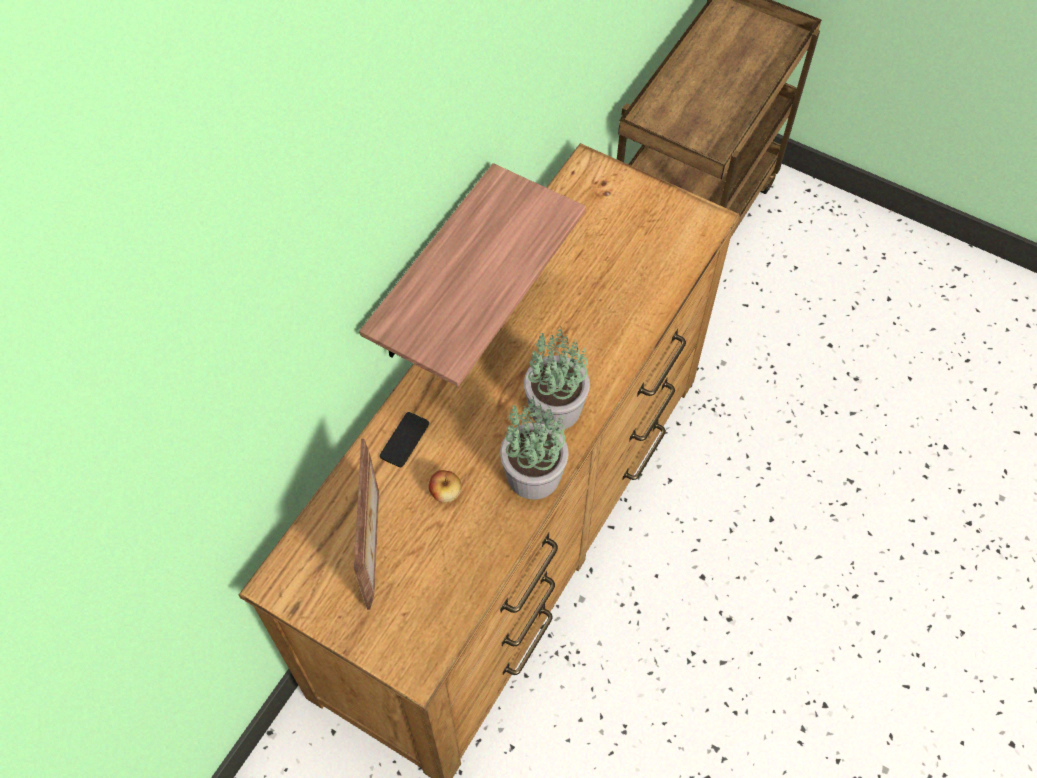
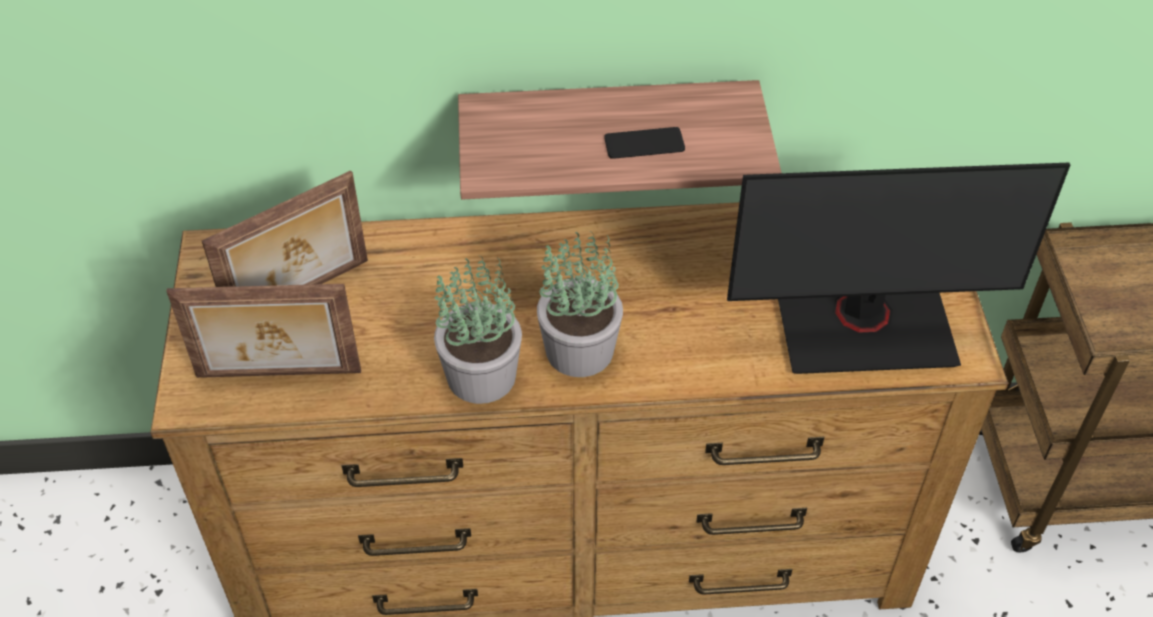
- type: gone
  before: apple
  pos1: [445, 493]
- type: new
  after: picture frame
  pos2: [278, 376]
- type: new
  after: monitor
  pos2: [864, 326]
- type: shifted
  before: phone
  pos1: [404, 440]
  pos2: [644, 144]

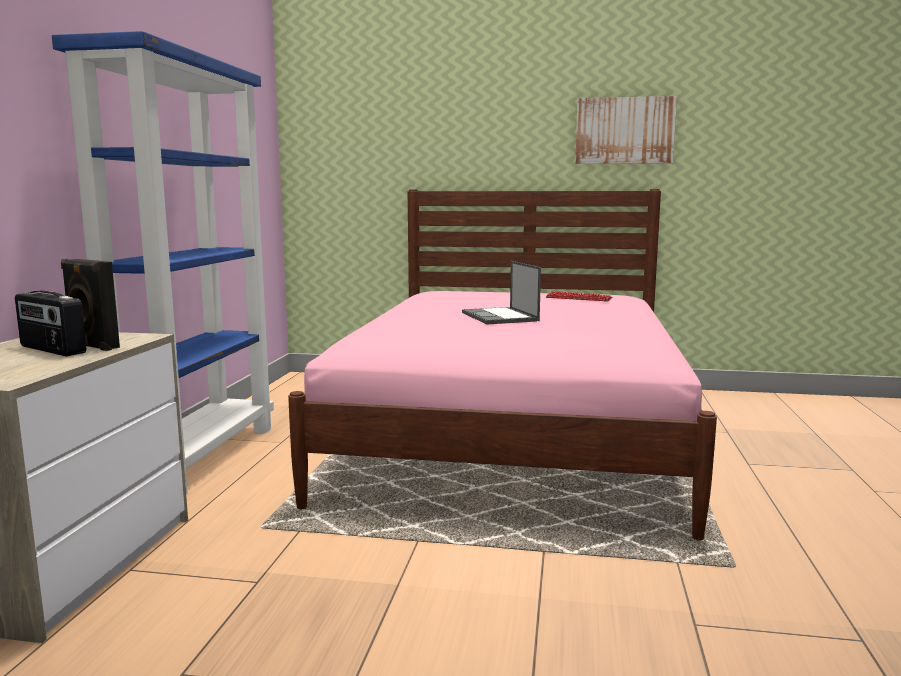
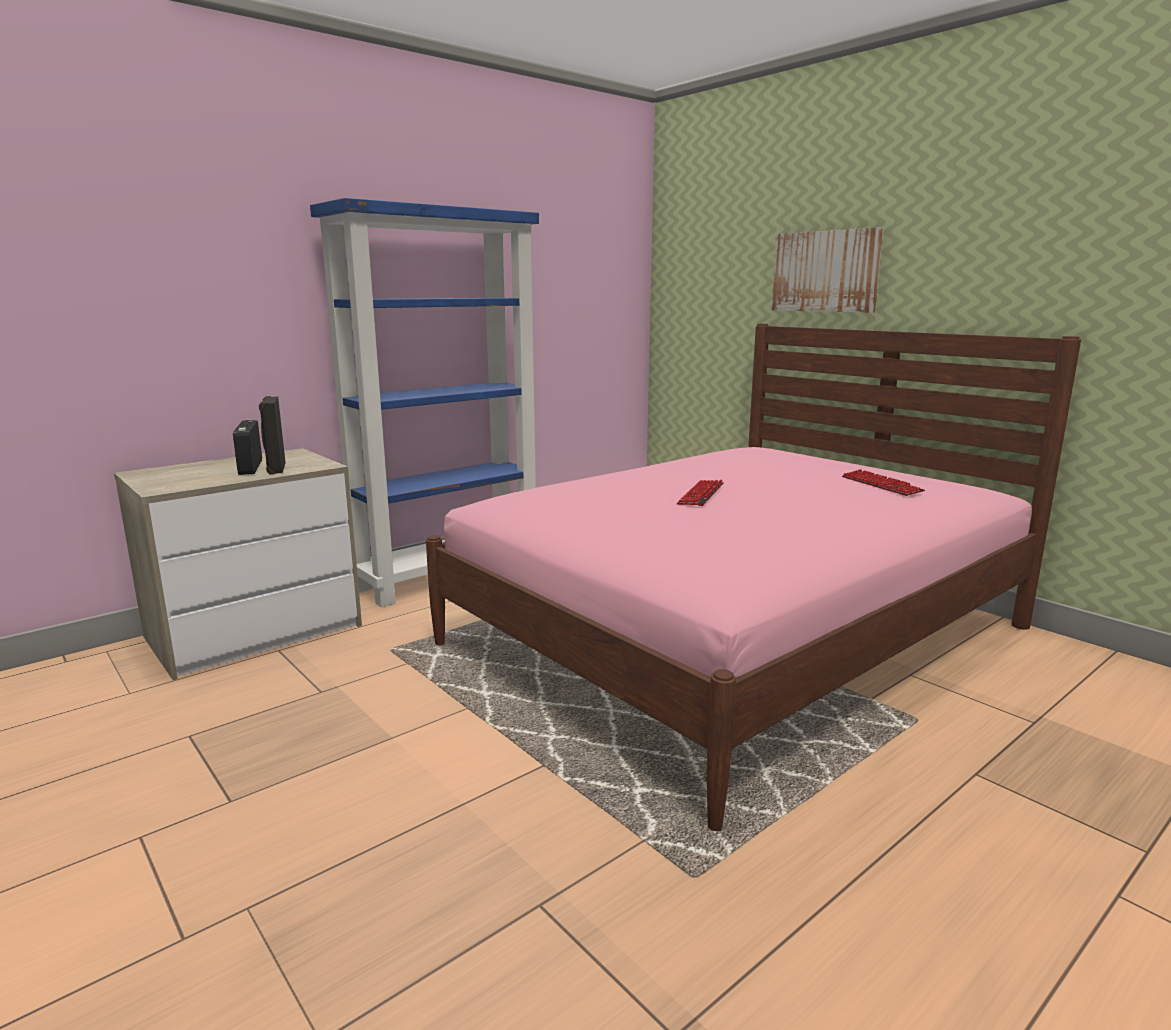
- type: shifted
  before: picture
  pos1: [624, 131]
  pos2: [825, 271]
- type: swapped
  before: laptop
  after: keyboard
  pos1: [500, 317]
  pos2: [701, 495]

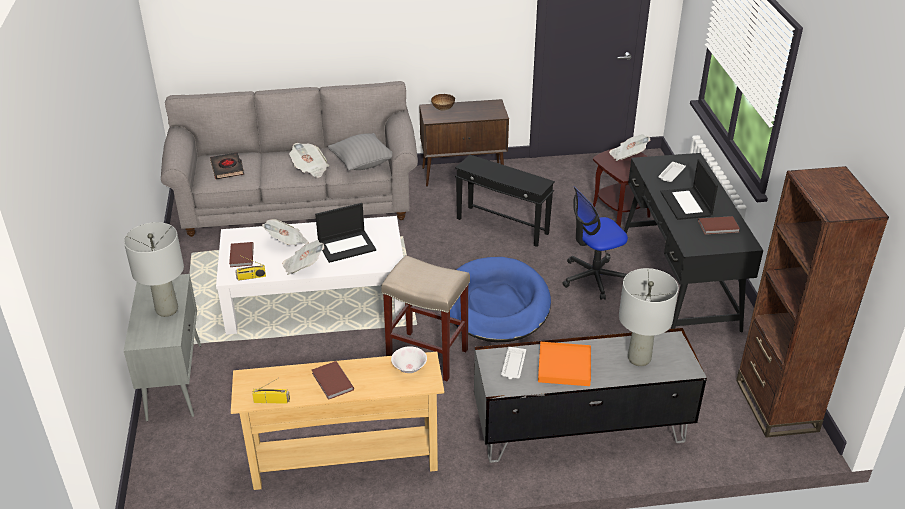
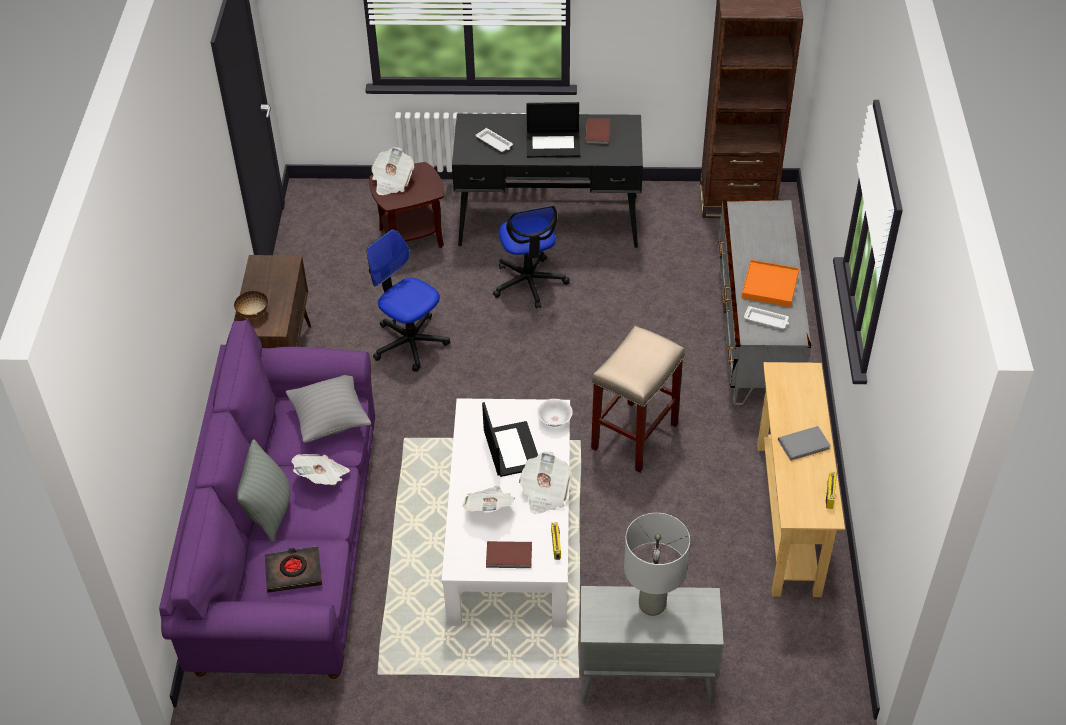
- type: gone
  before: dog bed (blue)
  pos1: [496, 304]
- type: gone
  before: table lamp (grey)
  pos1: [638, 358]
- type: new
  after: pillow (grey)
  pos2: [269, 512]
- type: shifted
  before: bowl (white)
  pos1: [409, 368]
  pos2: [554, 420]
- type: swapped
  before: side table (black)
  after: office chair
  pos1: [502, 226]
  pos2: [410, 342]
- type: repainted
  before: sofa (grey)
  after: sofa (purple)
  pos1: [297, 203]
  pos2: [289, 547]
- type: repainted
  before: book (brown)
  after: book (grey)
  pos1: [332, 382]
  pos2: [805, 445]

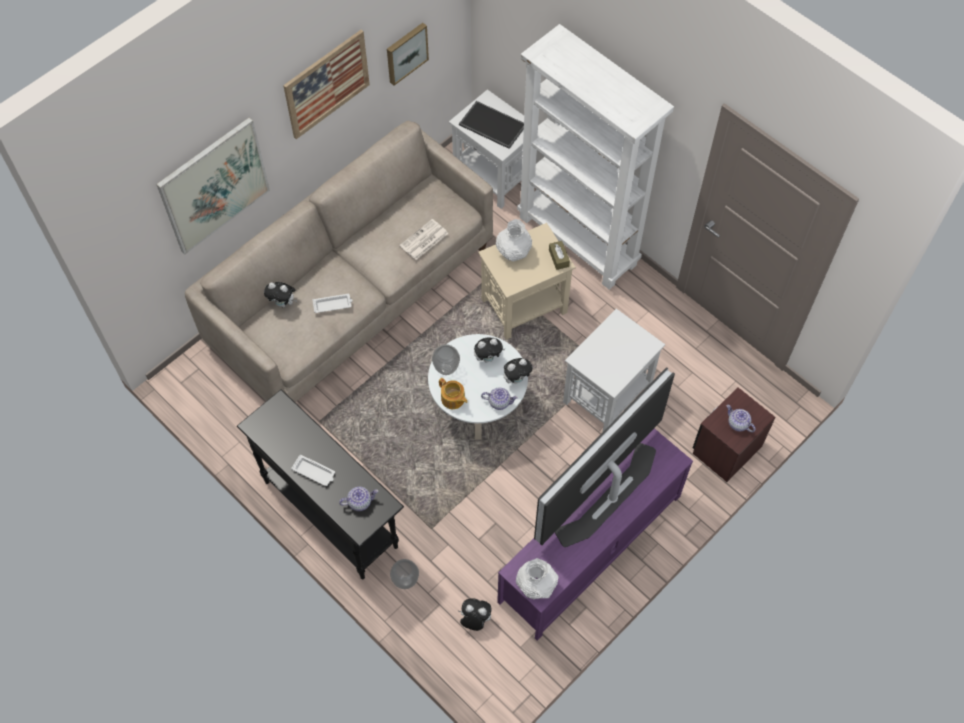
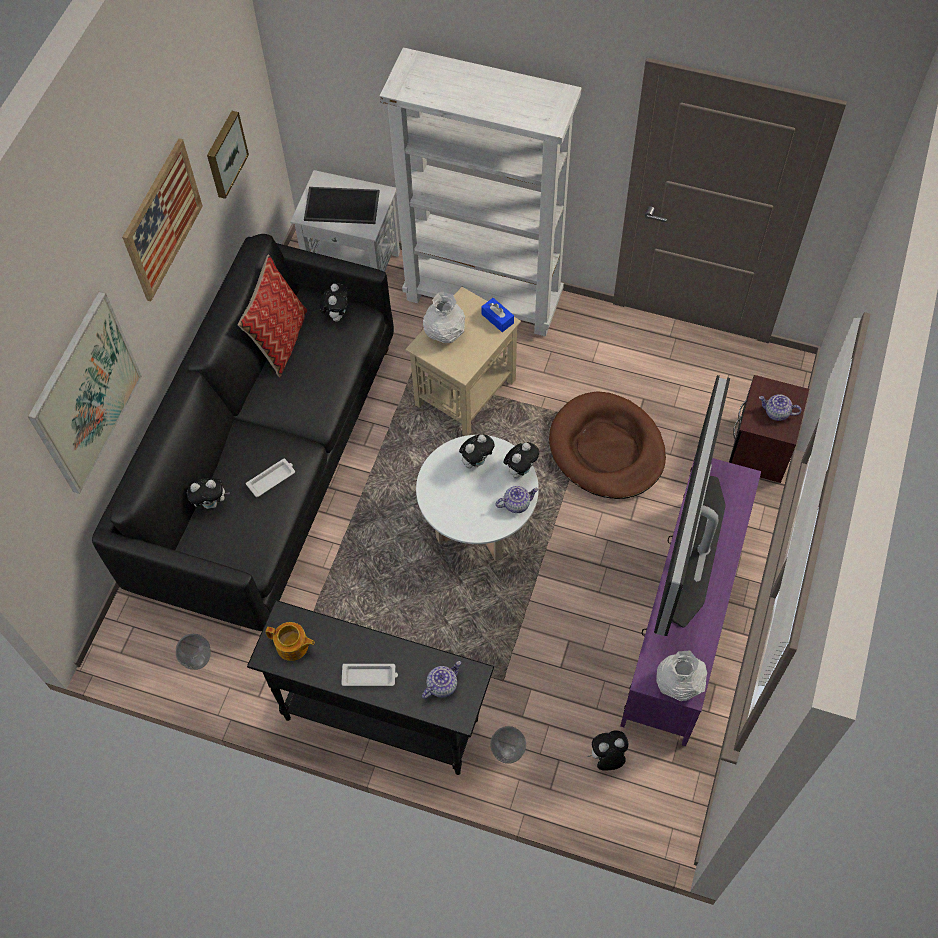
- type: gone
  before: newspaper
  pos1: [423, 240]
- type: new
  after: pillow
  pos2: [280, 340]
- type: new
  after: plush toy
  pos2: [336, 314]
- type: shifted
  before: vase
  pos1: [446, 369]
  pos2: [198, 660]
- type: shifted
  before: teapot
  pos1: [453, 399]
  pos2: [293, 646]
- type: swapped
  before: side table (white)
  after: dog bed (brown)
  pos1: [606, 395]
  pos2: [606, 449]
- type: repainted
  before: sofa (beige)
  after: sofa (black)
  pos1: [352, 294]
  pos2: [267, 463]
- type: repainted
  before: tissue box (brown)
  after: tissue box (blue)
  pos1: [558, 258]
  pos2: [497, 318]

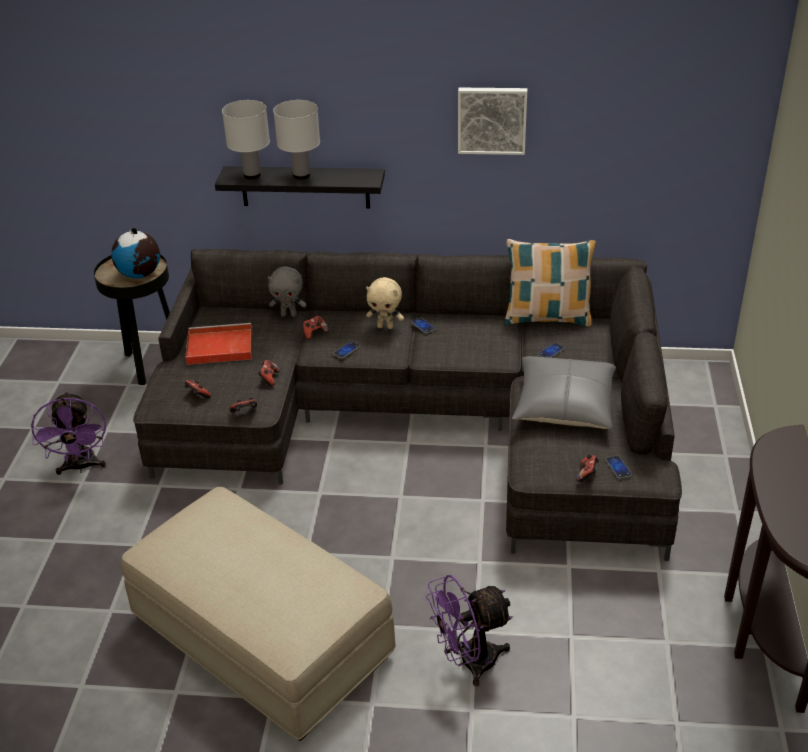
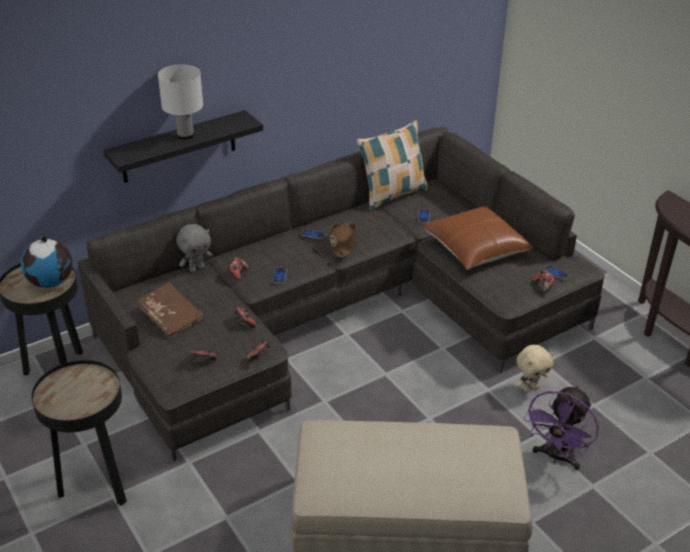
- type: gone
  before: table lamp (white)
  pos1: [251, 175]
- type: gone
  before: picture
  pos1: [492, 119]
- type: new
  after: hat (brown)
  pos2: [343, 243]
- type: shifted
  before: plush toy (beige)
  pos1: [386, 326]
  pos2: [530, 388]
- type: swapped
  before: fan (purple)
  after: side table (black)
  pos1: [81, 467]
  pos2: [97, 485]
- type: swapped
  before: tray (red)
  after: book (brown)
  pos1: [218, 347]
  pos2: [171, 317]
- type: repainted
  before: pillow (grey)
  after: pillow (brown)
  pos1: [564, 405]
  pos2: [475, 248]

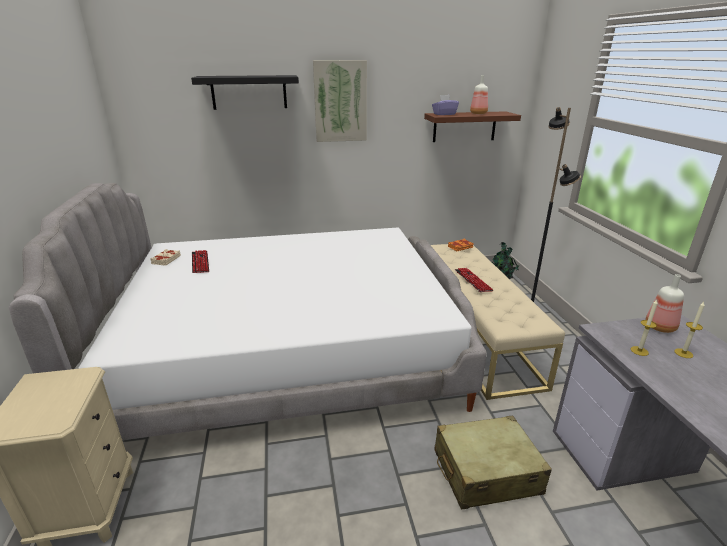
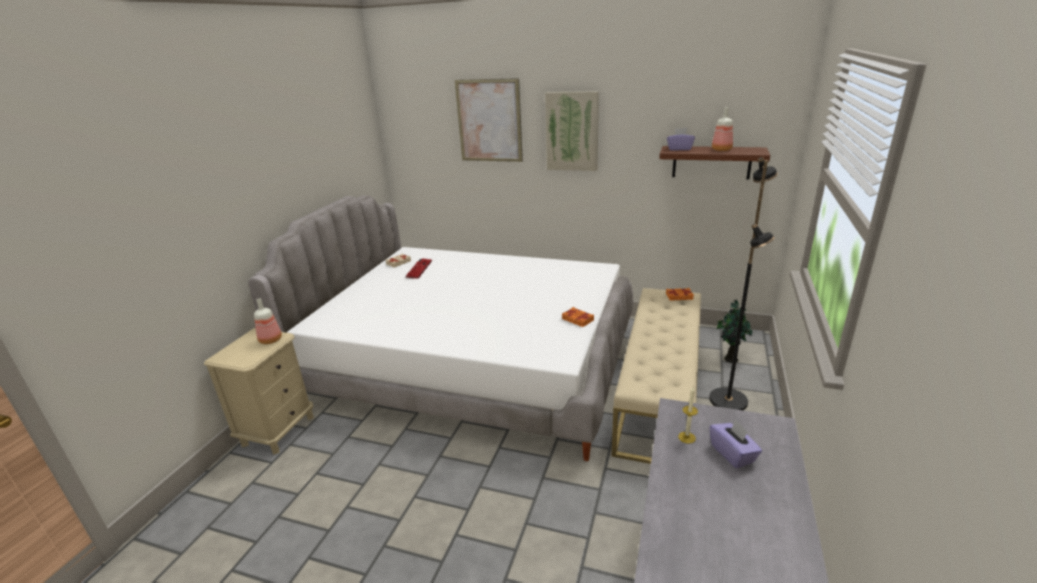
- type: gone
  before: suitcase (beige)
  pos1: [486, 472]
- type: gone
  before: keyboard
  pos1: [473, 281]
- type: new
  after: book (orange)
  pos2: [577, 320]
- type: shifted
  before: bottle
  pos1: [660, 327]
  pos2: [271, 340]
- type: swapped
  before: shelf (black)
  after: picture
  pos1: [249, 92]
  pos2: [489, 121]
- type: swapped
  before: candle
  after: tissue box (purple)
  pos1: [683, 353]
  pos2: [733, 454]

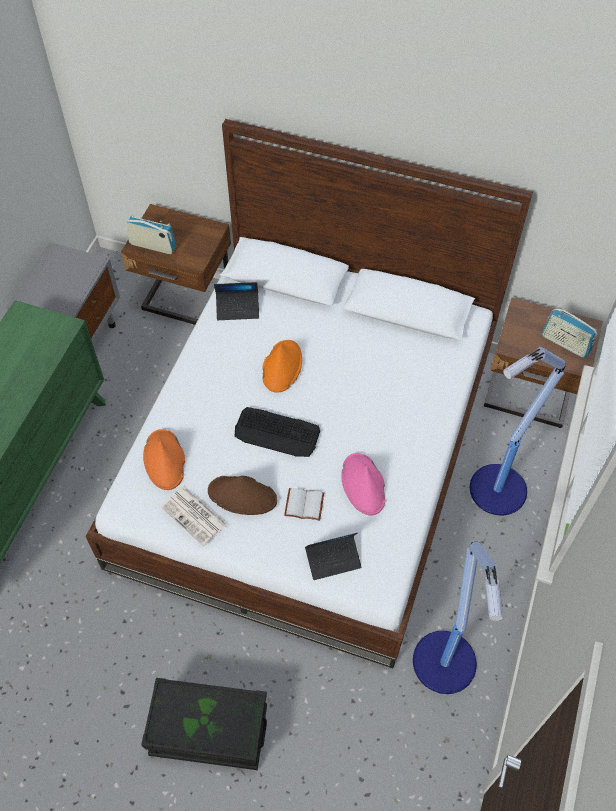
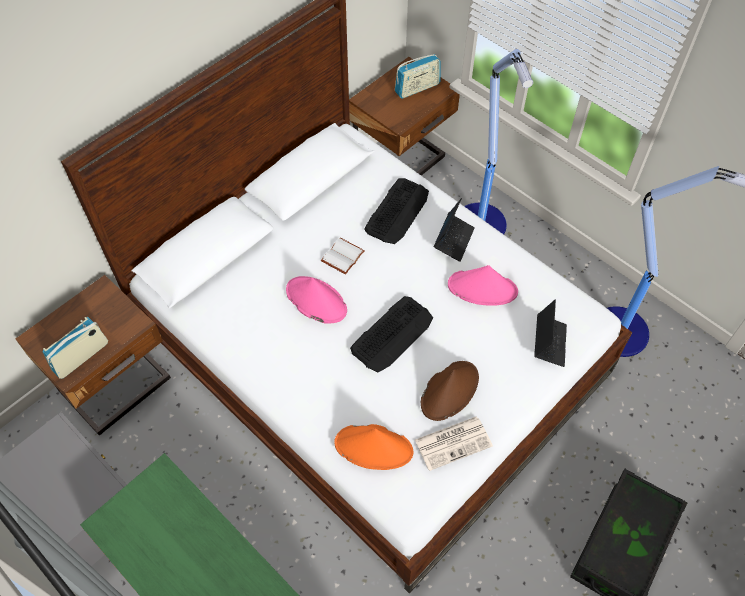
- type: new
  after: keyboard
  pos2: [397, 211]
- type: shifted
  before: laptop
  pos1: [238, 309]
  pos2: [453, 240]
- type: shifted
  before: book (white)
  pos1: [303, 505]
  pos2: [343, 257]
- type: repainted
  before: hat (orange)
  after: hat (pink)
  pos1: [282, 366]
  pos2: [316, 300]

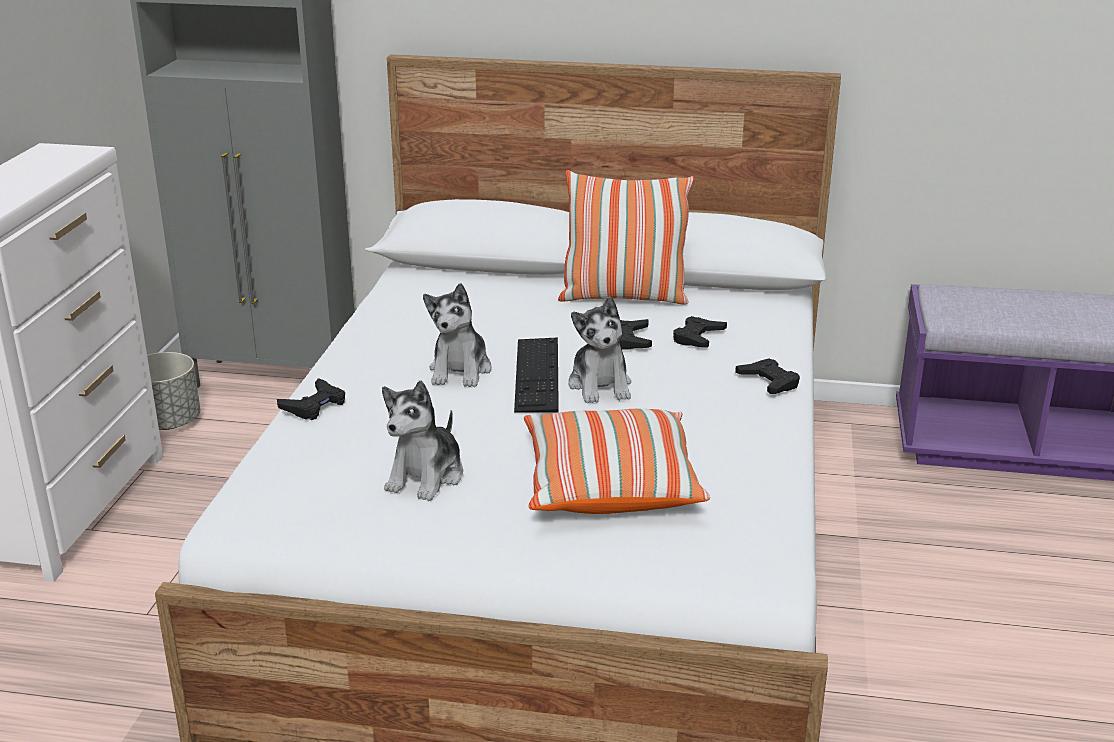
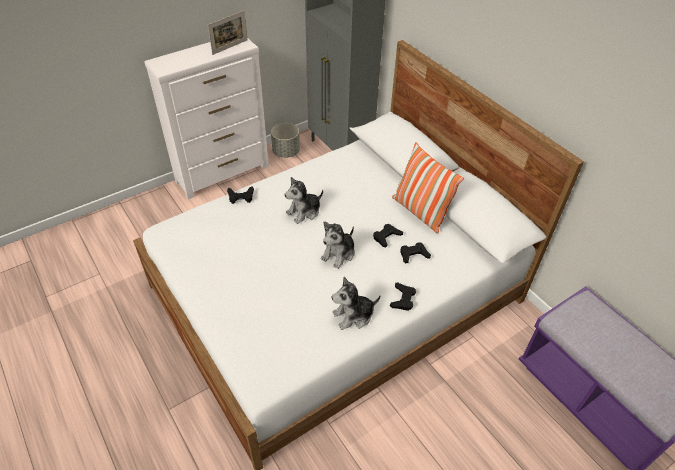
- type: gone
  before: keyboard
  pos1: [537, 374]
- type: gone
  before: pillow
  pos1: [609, 485]
- type: new
  after: picture frame
  pos2: [230, 47]
- type: shifted
  before: plush toy
  pos1: [426, 477]
  pos2: [354, 316]

